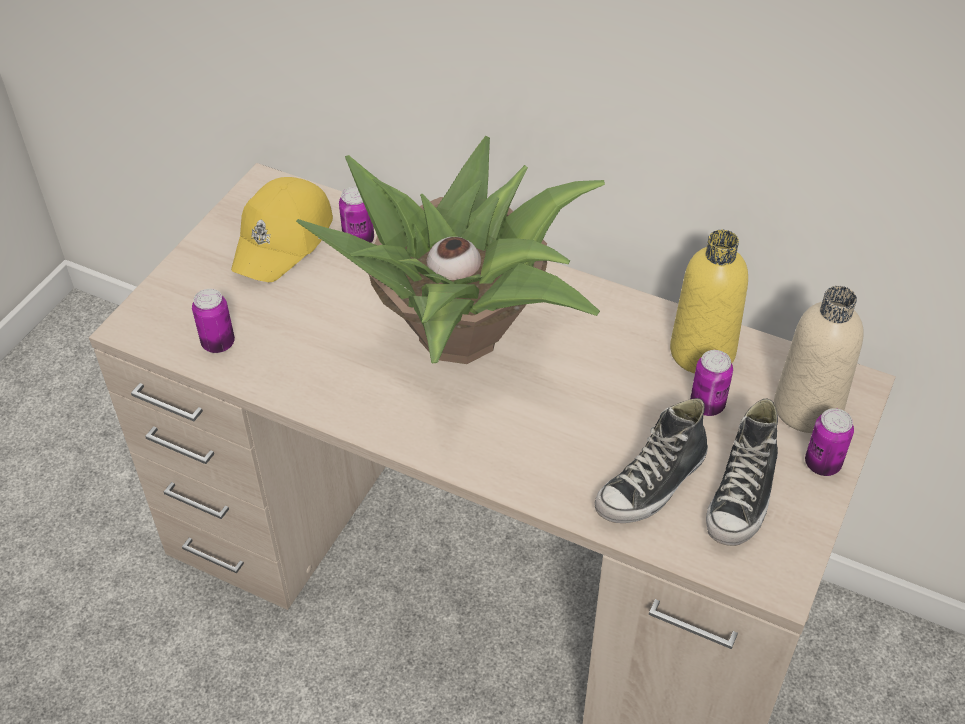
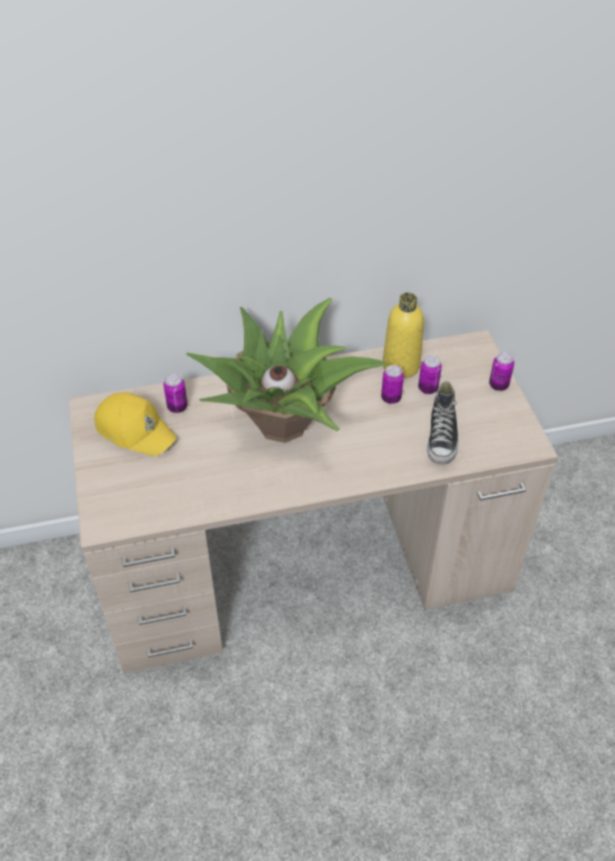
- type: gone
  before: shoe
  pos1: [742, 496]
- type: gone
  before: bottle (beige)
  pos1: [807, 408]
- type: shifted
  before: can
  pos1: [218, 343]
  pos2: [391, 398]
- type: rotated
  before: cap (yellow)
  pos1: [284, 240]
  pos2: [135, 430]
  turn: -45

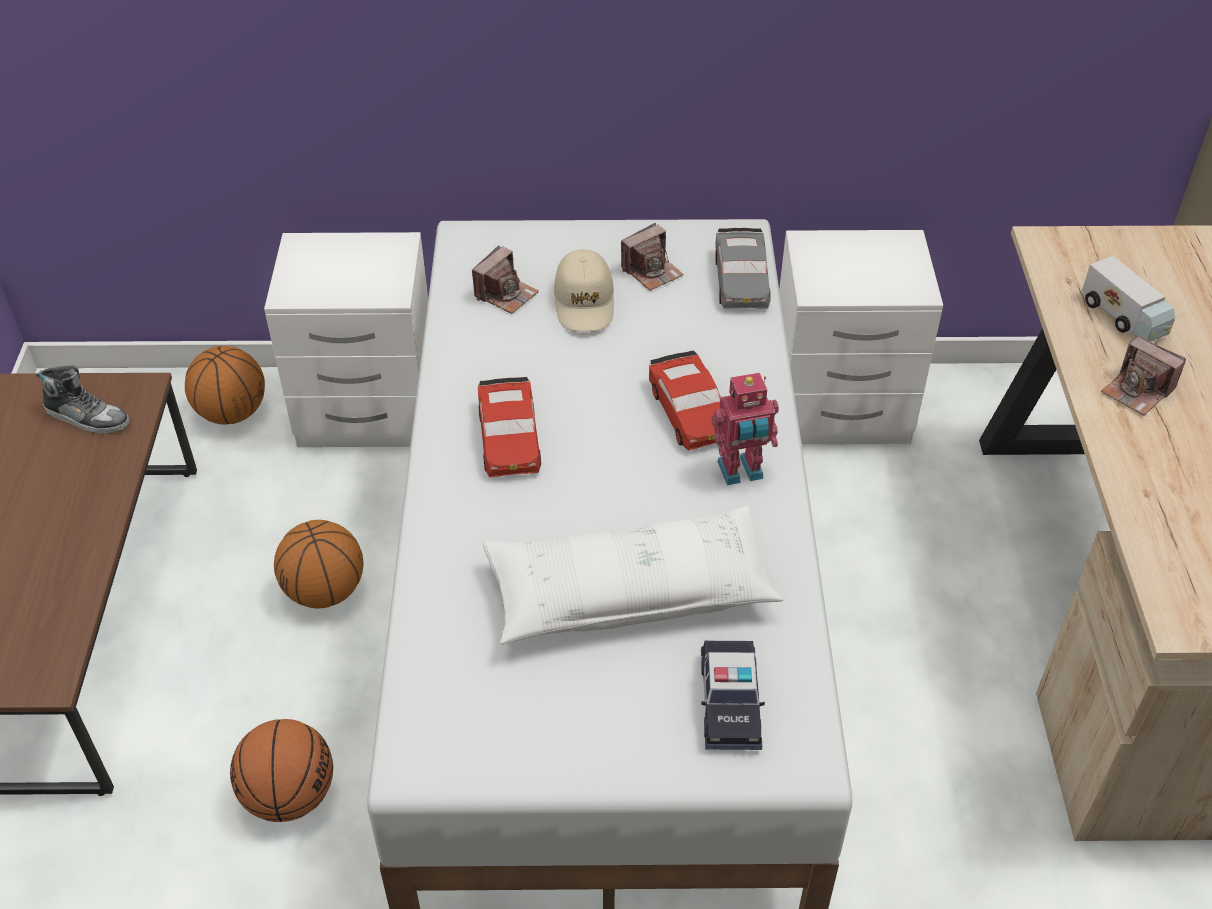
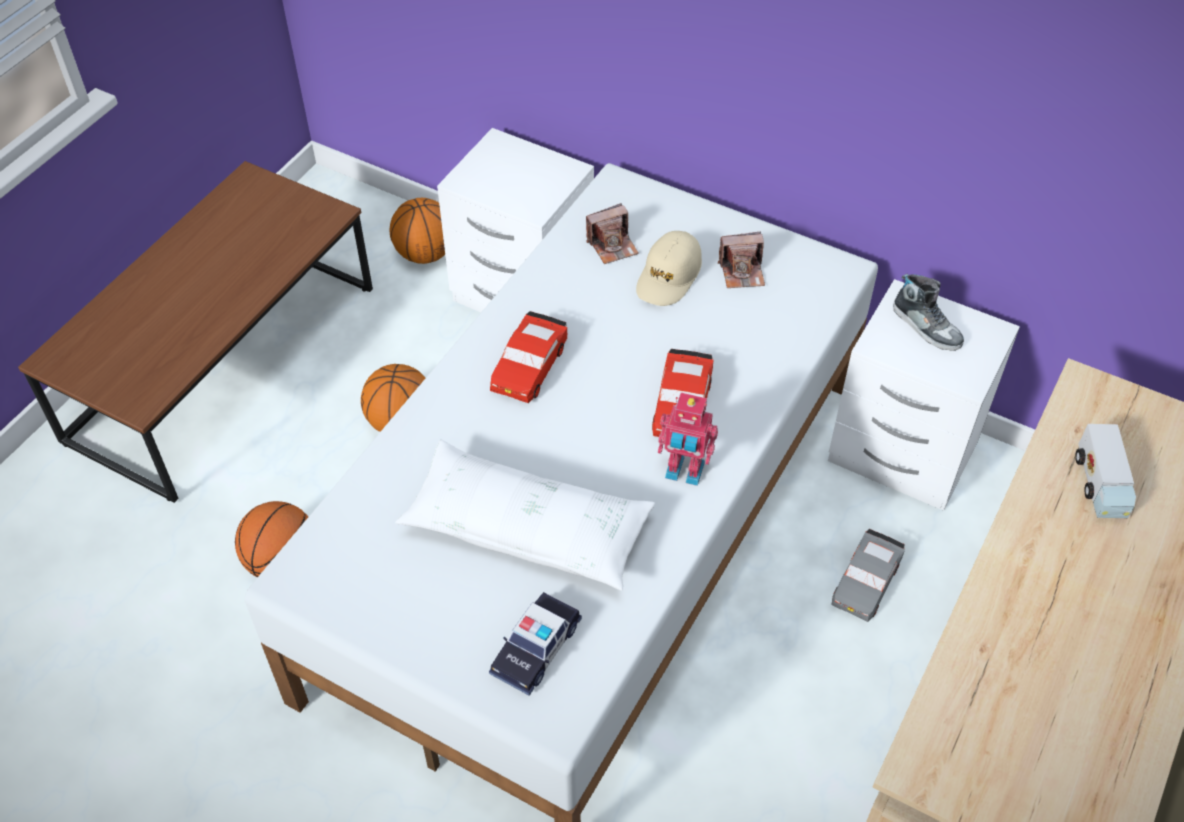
- type: gone
  before: photo camera
  pos1: [1137, 391]
- type: shifted
  before: shoe
  pos1: [88, 417]
  pos2: [926, 326]
- type: shifted
  before: toy car (grey)
  pos1: [741, 280]
  pos2: [866, 582]

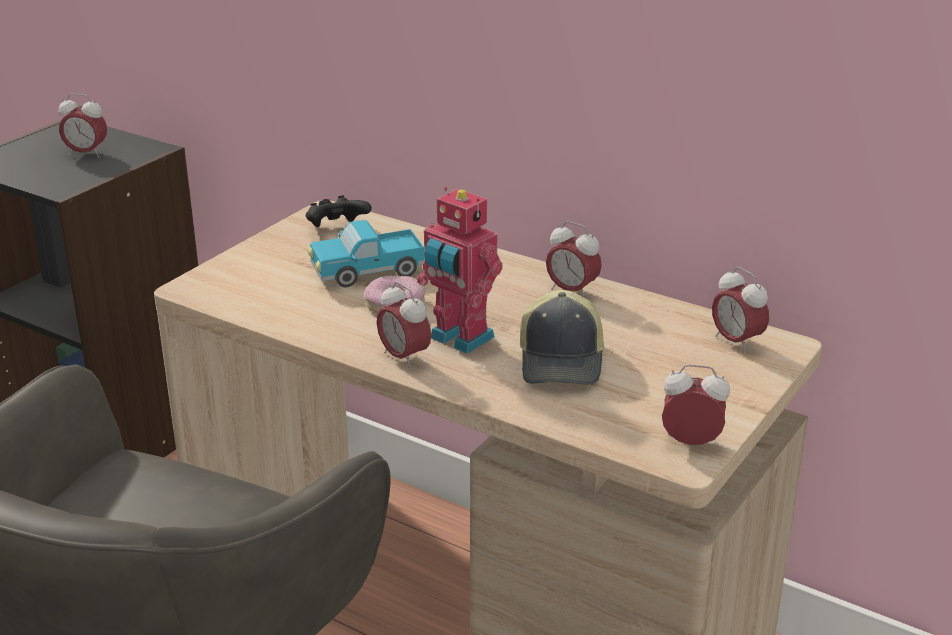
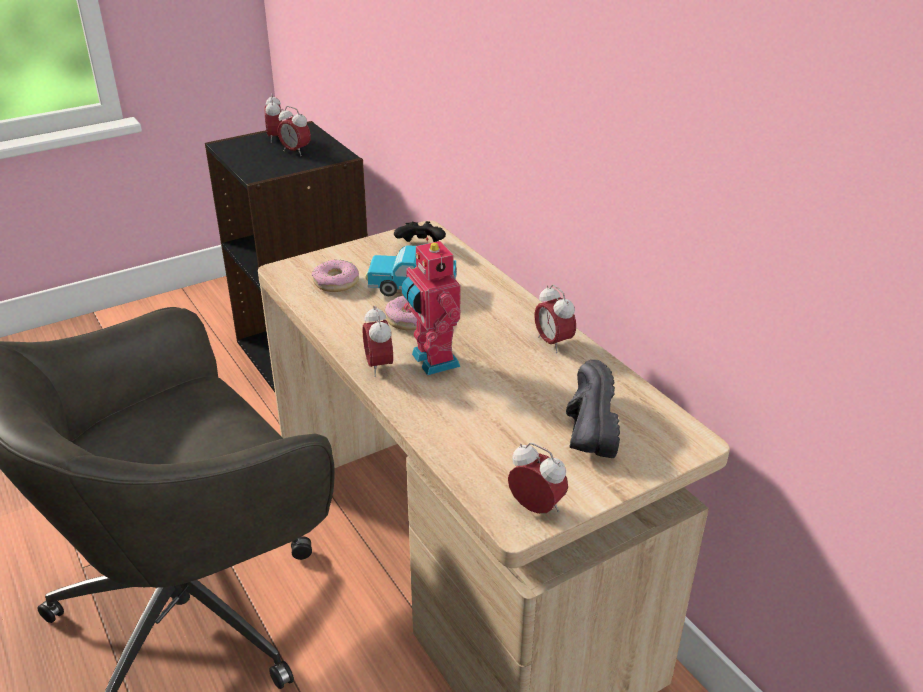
- type: gone
  before: cap
  pos1: [563, 361]
- type: new
  after: donut
  pos2: [336, 282]
- type: new
  after: shoe (black)
  pos2: [584, 425]
- type: shifted
  before: alarm clock
  pos1: [736, 342]
  pos2: [276, 138]

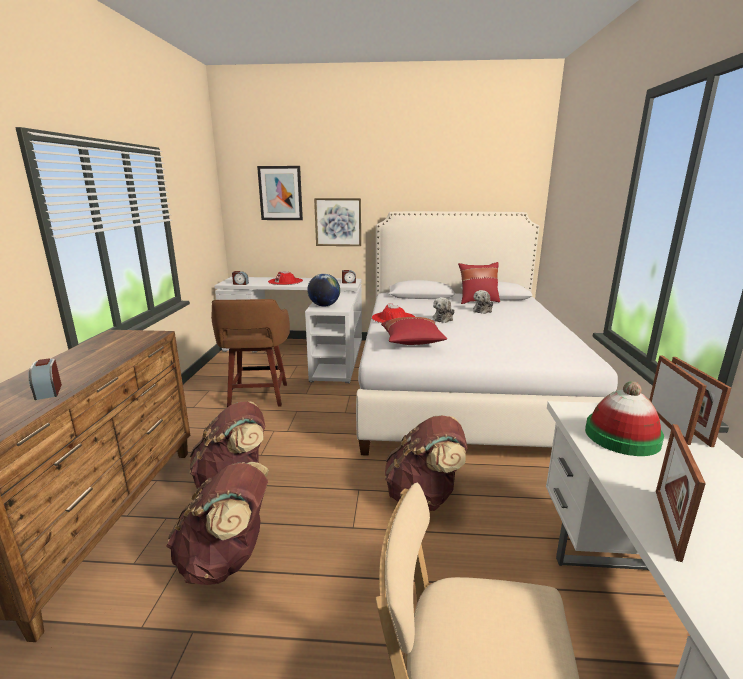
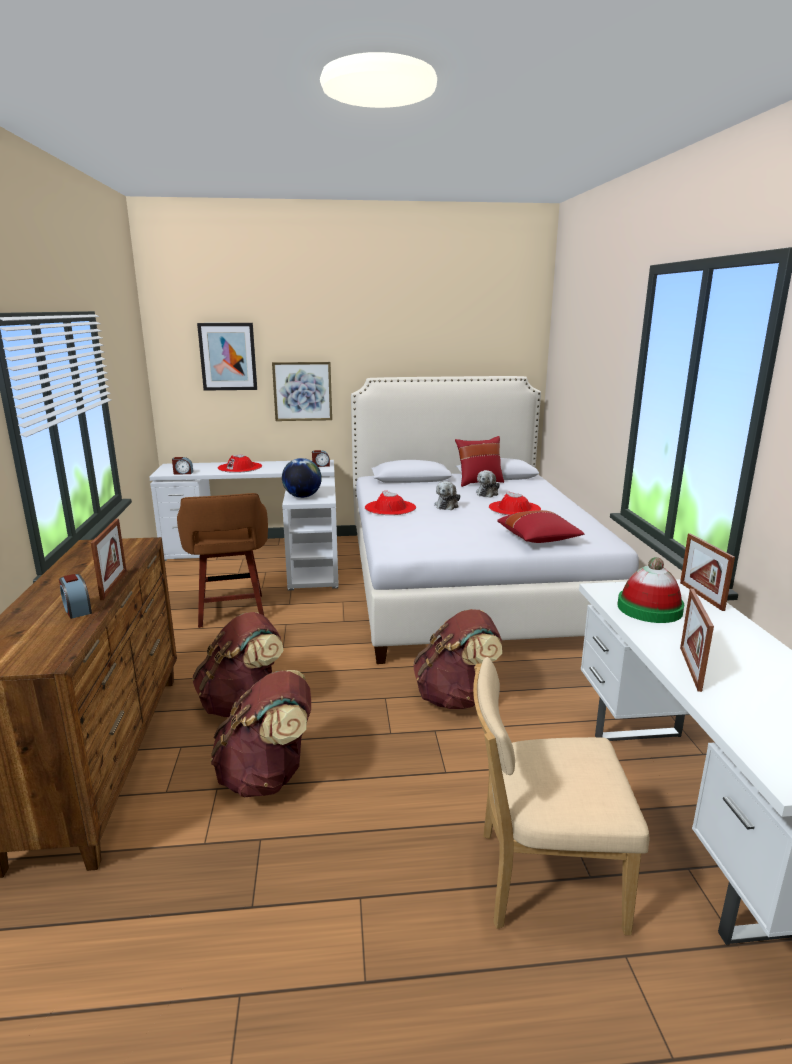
- type: new
  after: hat (red)
  pos2: [514, 508]
- type: shifted
  before: pillow (red)
  pos1: [412, 342]
  pos2: [539, 539]
- type: shifted
  before: picture frame
  pos1: [667, 424]
  pos2: [114, 585]

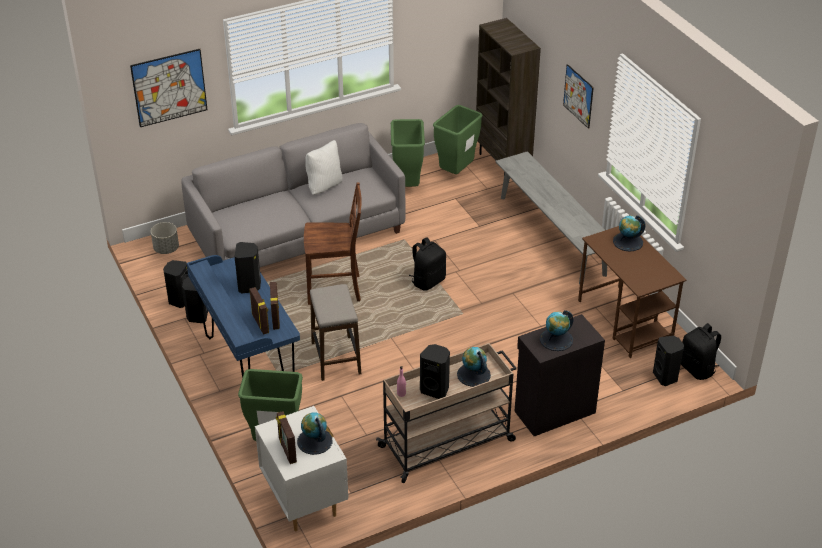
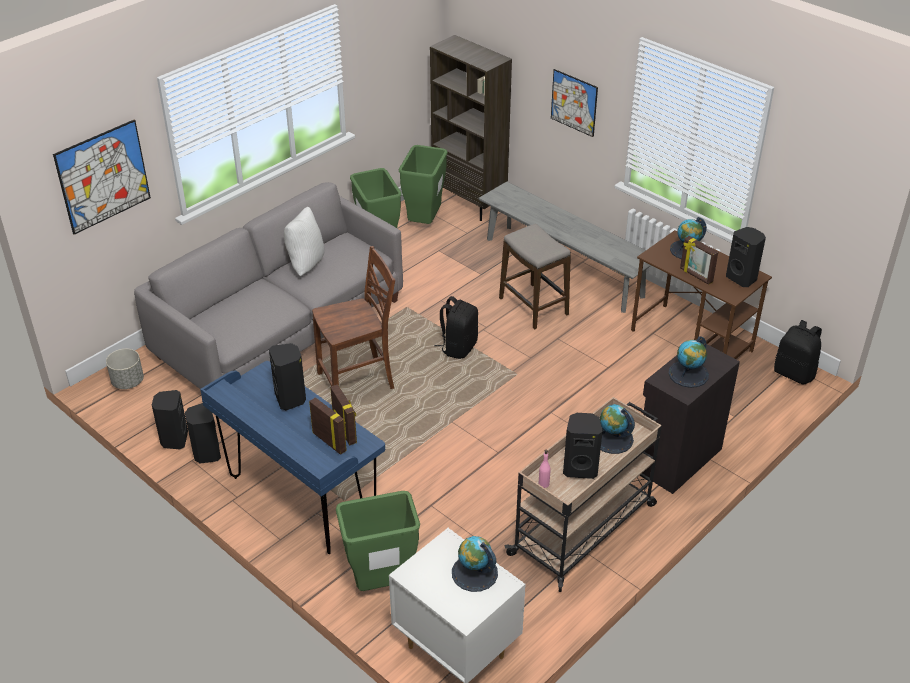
- type: shifted
  before: picture frame
  pos1: [287, 451]
  pos2: [695, 276]
- type: shifted
  before: stool
  pos1: [336, 358]
  pos2: [533, 306]
- type: shifted
  before: speaker (black)
  pos1: [666, 377]
  pos2: [742, 278]

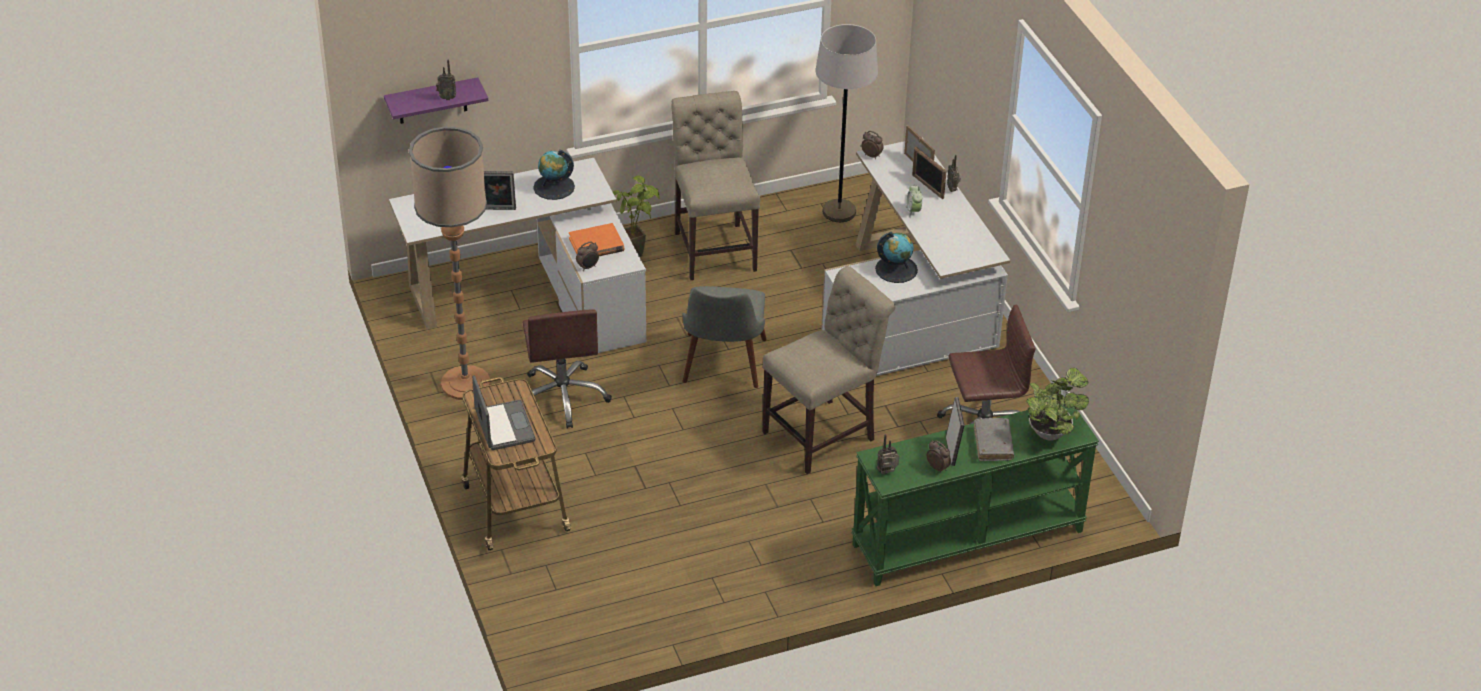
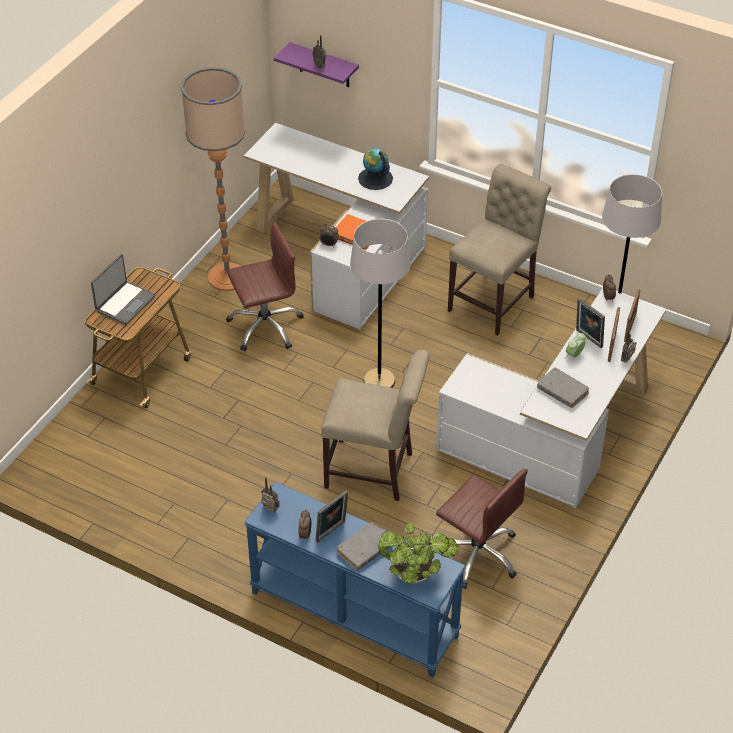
- type: gone
  before: potted plant
  pos1: [640, 253]
- type: gone
  before: globe
  pos1: [896, 269]
- type: new
  after: book (grey)
  pos2: [562, 391]
- type: shifted
  before: picture frame
  pos1: [497, 210]
  pos2: [587, 339]
- type: swapped
  before: chair (grey)
  after: floor lamp (grey)
  pos1: [722, 369]
  pos2: [379, 381]
- type: repainted
  before: console table (green)
  after: console table (blue)
  pos1: [967, 539]
  pos2: [353, 615]
- type: rotated
  before: office chair (brown)
  pos1: [563, 396]
  pos2: [265, 326]
  turn: -150

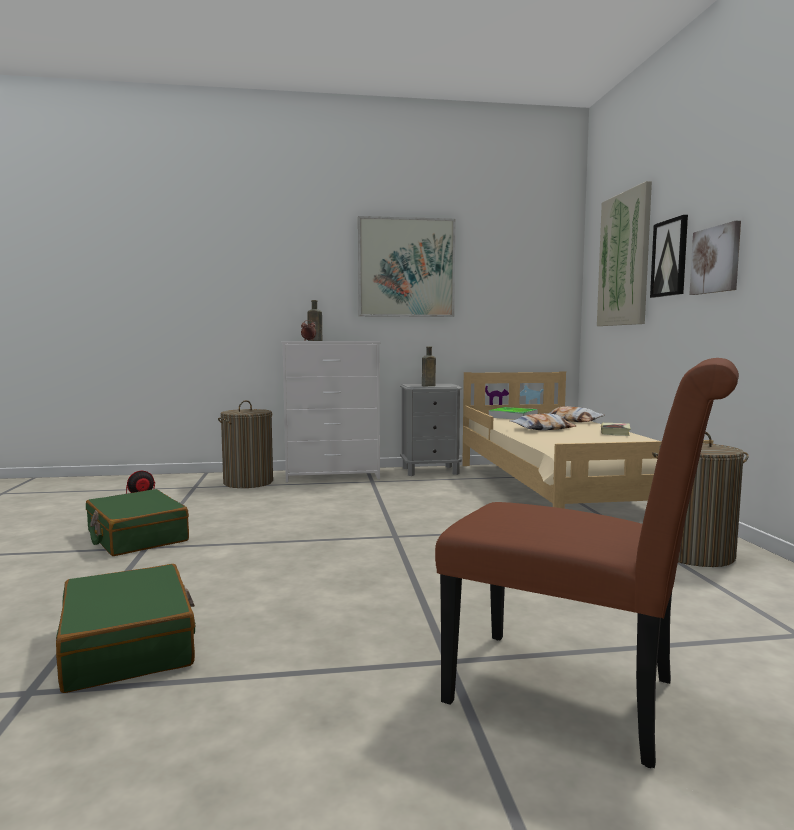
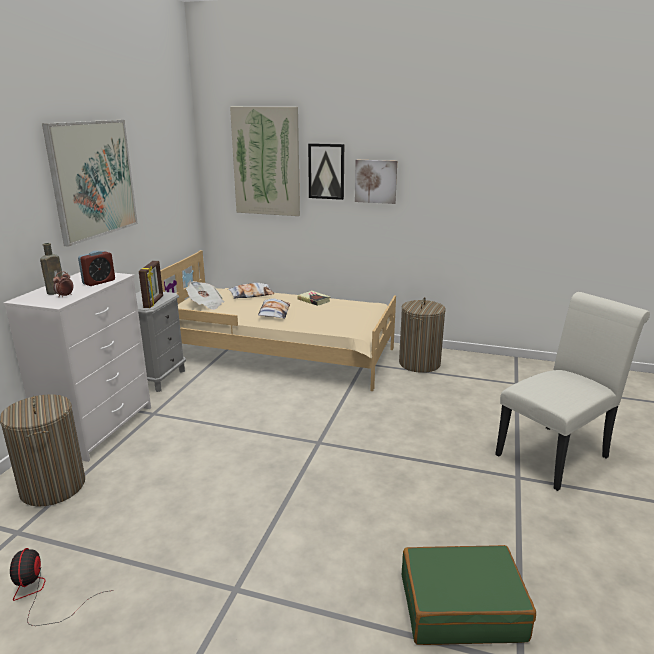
- type: gone
  before: suitcase (green)
  pos1: [136, 536]
- type: new
  after: alarm clock
  pos2: [99, 282]
- type: swapped
  before: bottle (brown)
  after: picture frame
  pos1: [427, 386]
  pos2: [154, 302]
- type: swapped
  before: tray
  after: newspaper
  pos1: [513, 416]
  pos2: [206, 304]
- type: repainted
  before: chair (brown)
  after: chair (white)
  pos1: [578, 696]
  pos2: [556, 453]

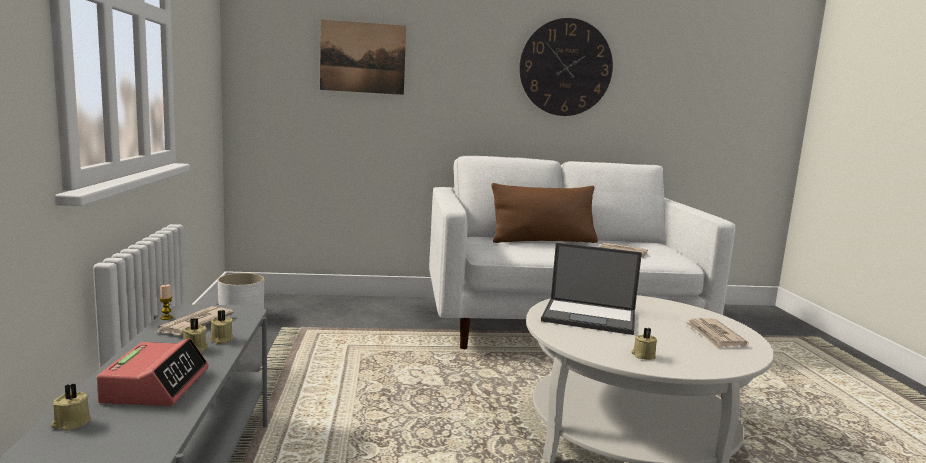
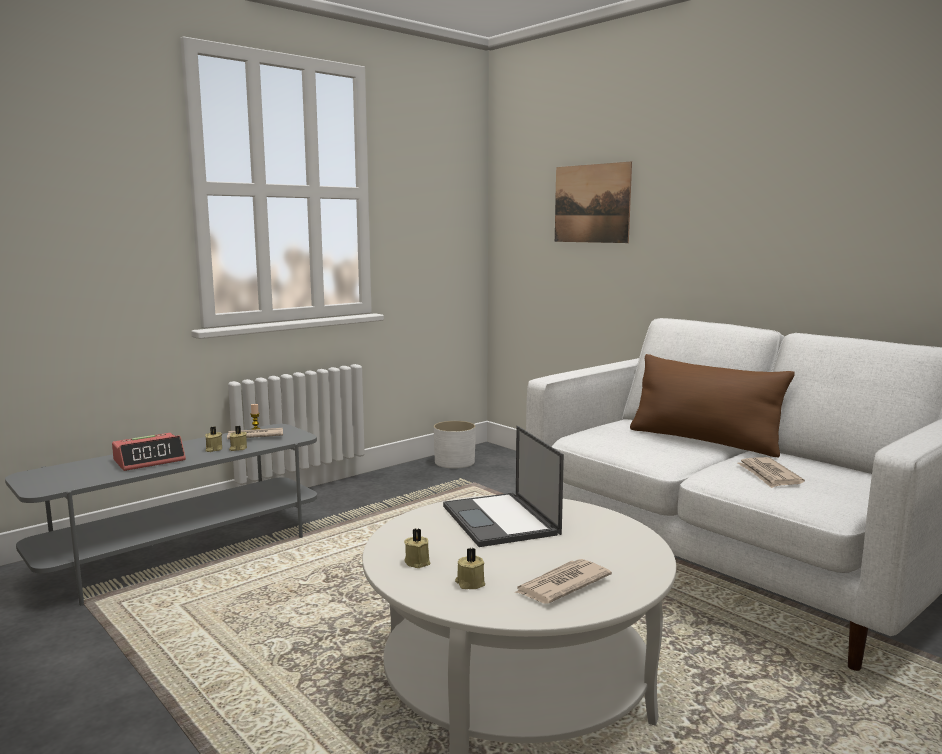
- type: gone
  before: wall clock
  pos1: [565, 67]
- type: shifted
  before: candle (beige)
  pos1: [70, 423]
  pos2: [469, 583]

